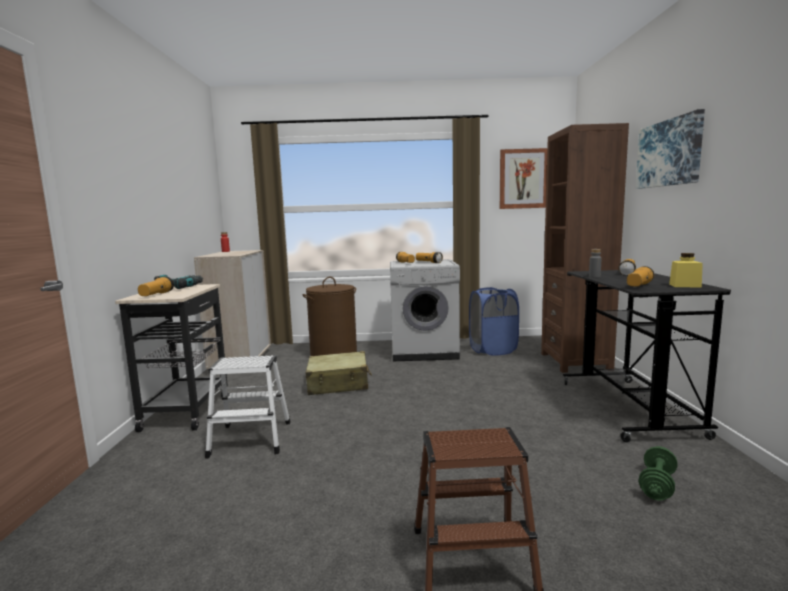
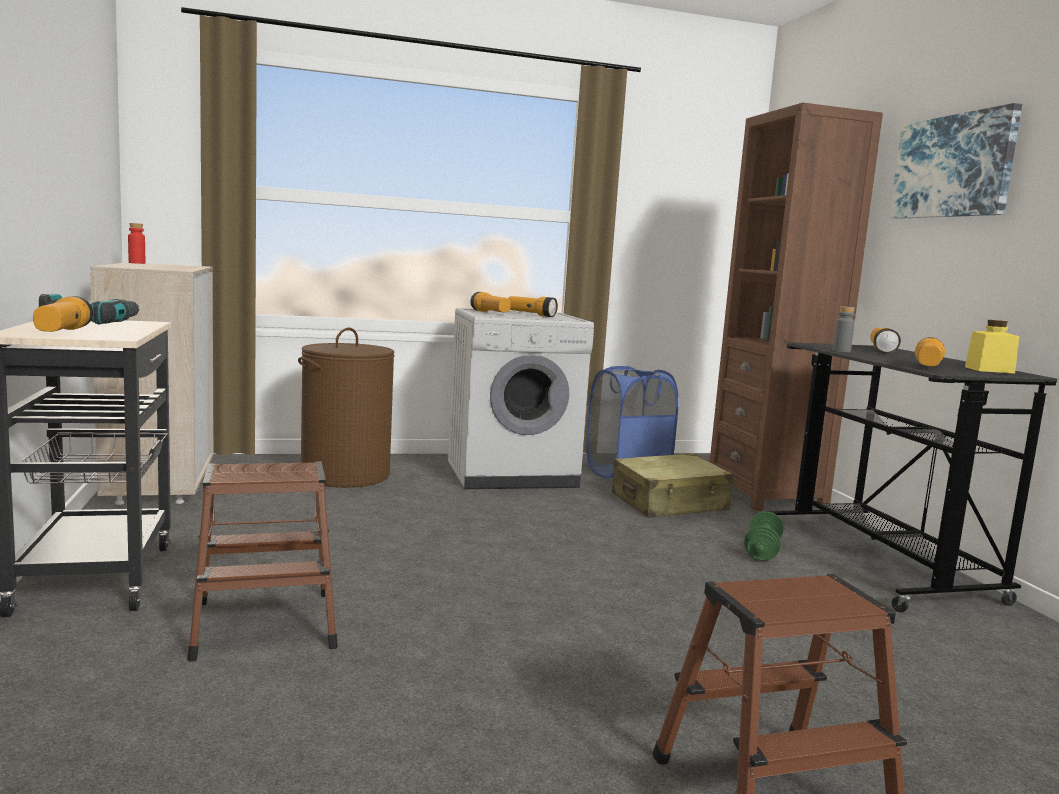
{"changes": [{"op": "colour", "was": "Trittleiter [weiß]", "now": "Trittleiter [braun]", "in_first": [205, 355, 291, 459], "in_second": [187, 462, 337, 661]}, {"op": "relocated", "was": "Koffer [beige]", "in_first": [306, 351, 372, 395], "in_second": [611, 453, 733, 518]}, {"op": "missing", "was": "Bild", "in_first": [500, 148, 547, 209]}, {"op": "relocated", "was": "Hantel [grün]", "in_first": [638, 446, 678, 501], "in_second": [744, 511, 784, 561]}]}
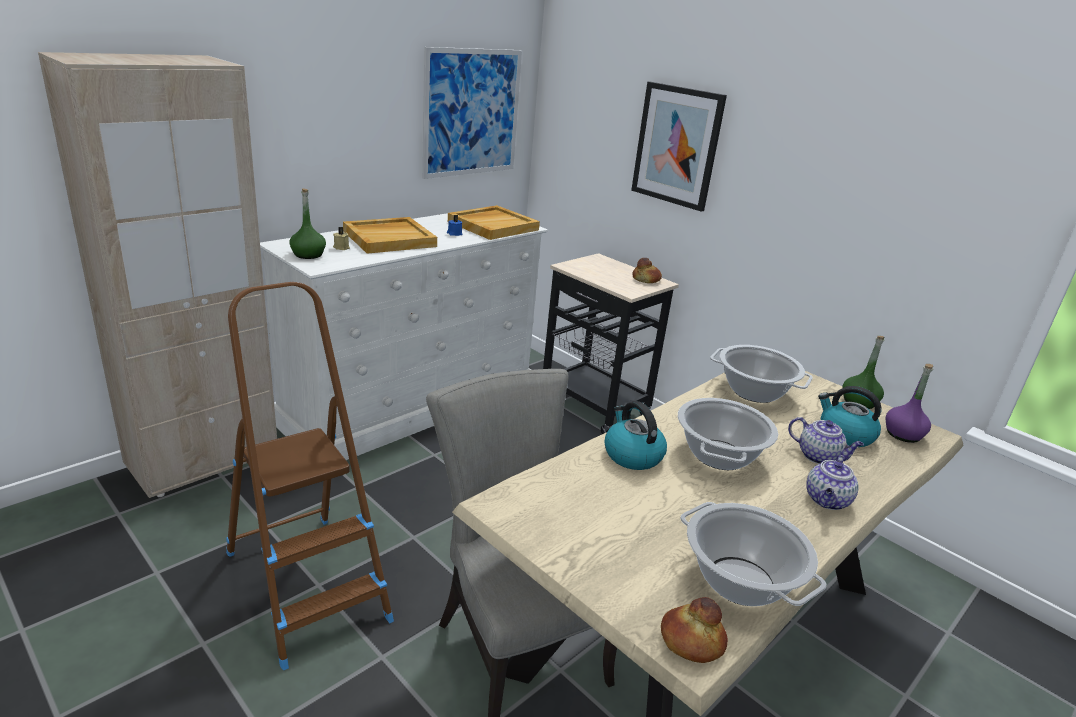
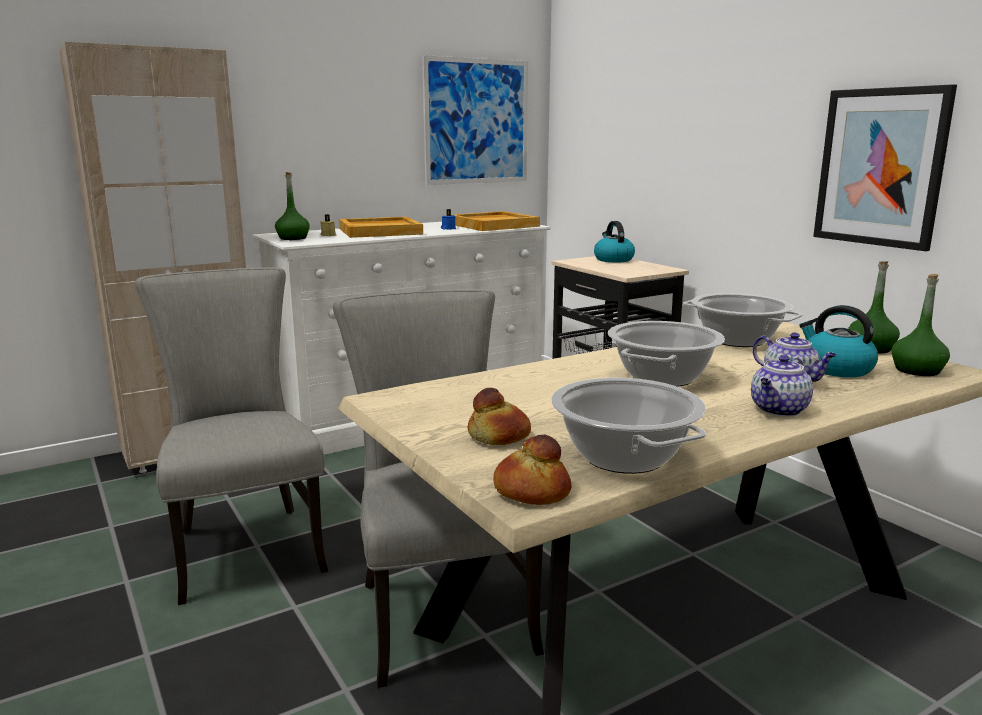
{"changes": [{"op": "exchanged", "was": "Trittleiter [braun]", "now": "Stuhl [grau]", "in_first": [226, 282, 394, 670], "in_second": [135, 267, 328, 605]}, {"op": "relocated", "was": "Wasserkessel", "in_first": [604, 401, 667, 470], "in_second": [594, 221, 635, 263]}, {"op": "relocated", "was": "Bild", "in_first": [631, 82, 727, 212], "in_second": [813, 84, 957, 251]}, {"op": "relocated", "was": "Brot", "in_first": [632, 258, 662, 283], "in_second": [468, 388, 531, 445]}, {"op": "colour", "was": "Flasche [lila]", "now": "Flasche [grün]", "in_first": [886, 364, 933, 443], "in_second": [892, 274, 950, 376]}]}
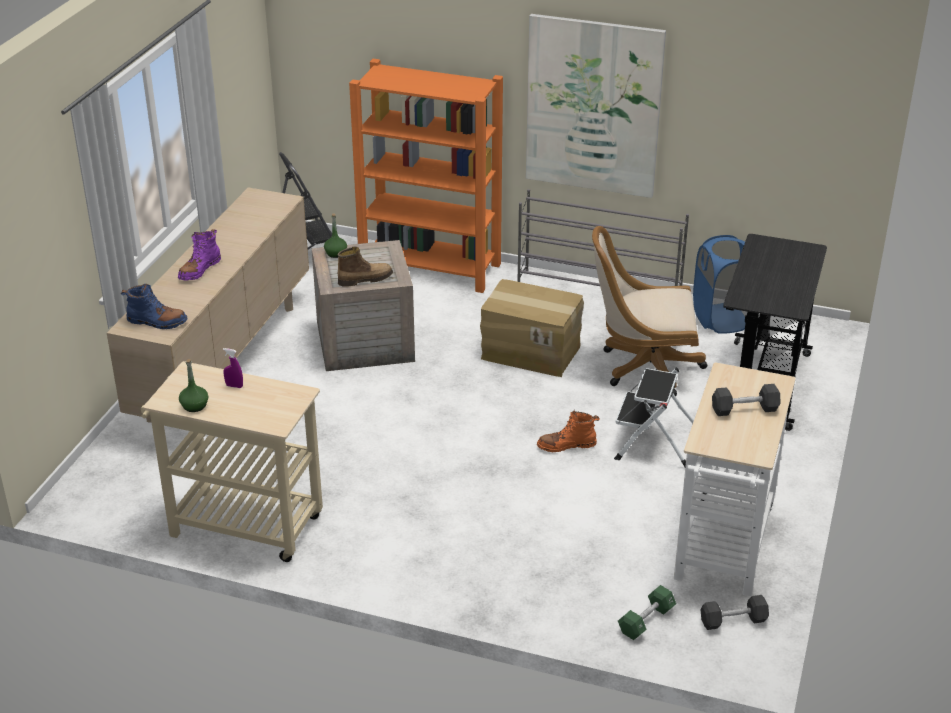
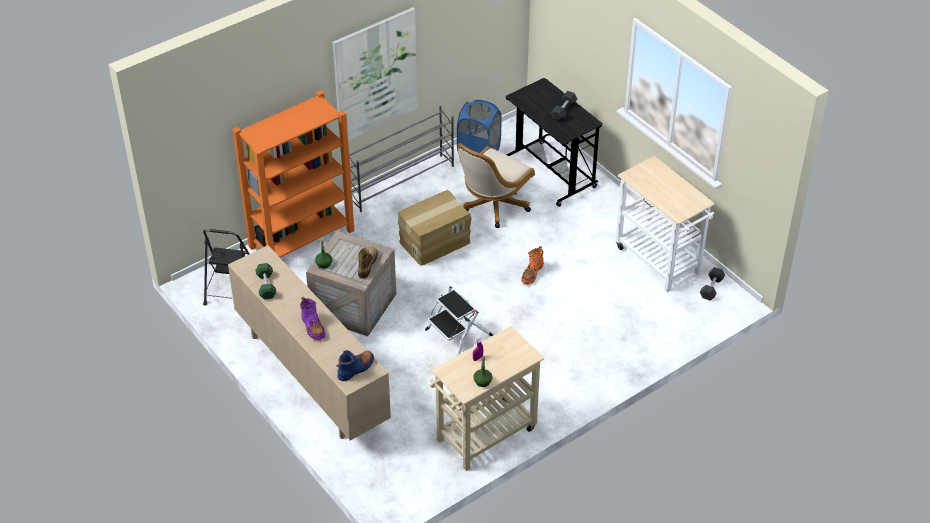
{"changes": [{"op": "relocated", "was": "Trittleiter", "in_first": [614, 368, 694, 467], "in_second": [425, 286, 493, 355]}, {"op": "relocated", "was": "Hantel [grün]", "in_first": [618, 585, 676, 640], "in_second": [255, 263, 276, 300]}, {"op": "relocated", "was": "Hantel [schwarz]", "in_first": [712, 384, 781, 416], "in_second": [551, 91, 577, 121]}]}
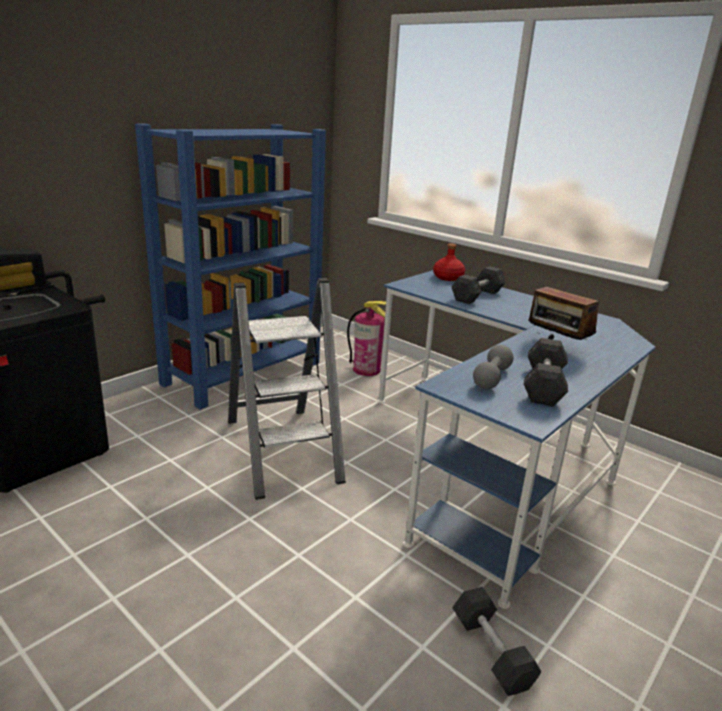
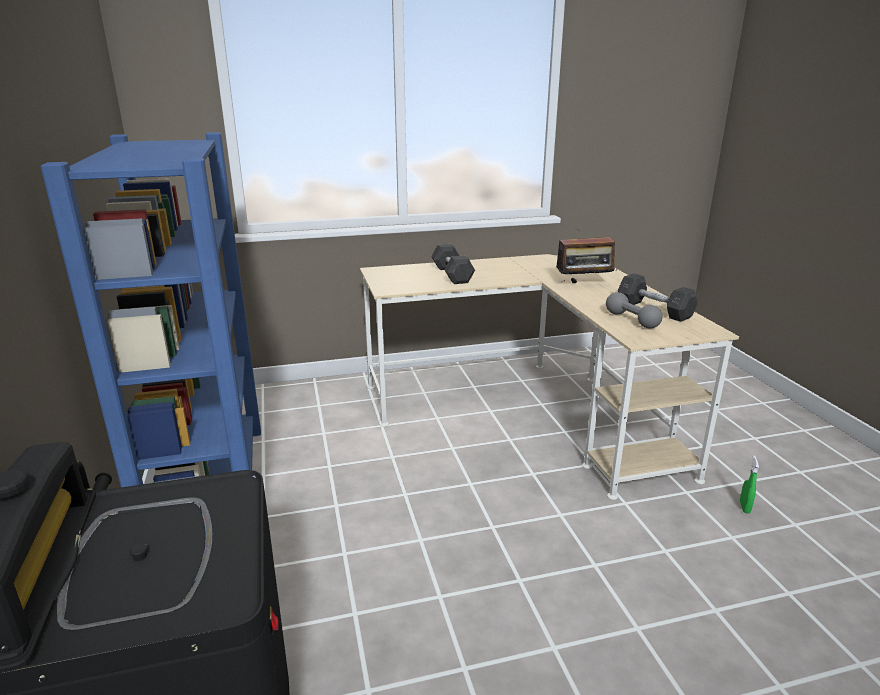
{"changes": [{"op": "missing", "was": "Trittleiter [grau]", "in_first": [228, 278, 346, 500]}, {"op": "missing", "was": "Feuerlöscher", "in_first": [347, 301, 386, 376]}, {"op": "colour", "was": "Schreibtisch [blau]", "now": "Schreibtisch [beige]", "in_first": [378, 270, 655, 609], "in_second": [360, 254, 739, 500]}, {"op": "missing", "was": "Flasche [rot]", "in_first": [433, 243, 465, 281]}, {"op": "exchanged", "was": "Hantel [grau]", "now": "Sprühflasche [grün]", "in_first": [452, 587, 541, 696], "in_second": [740, 455, 759, 514]}]}
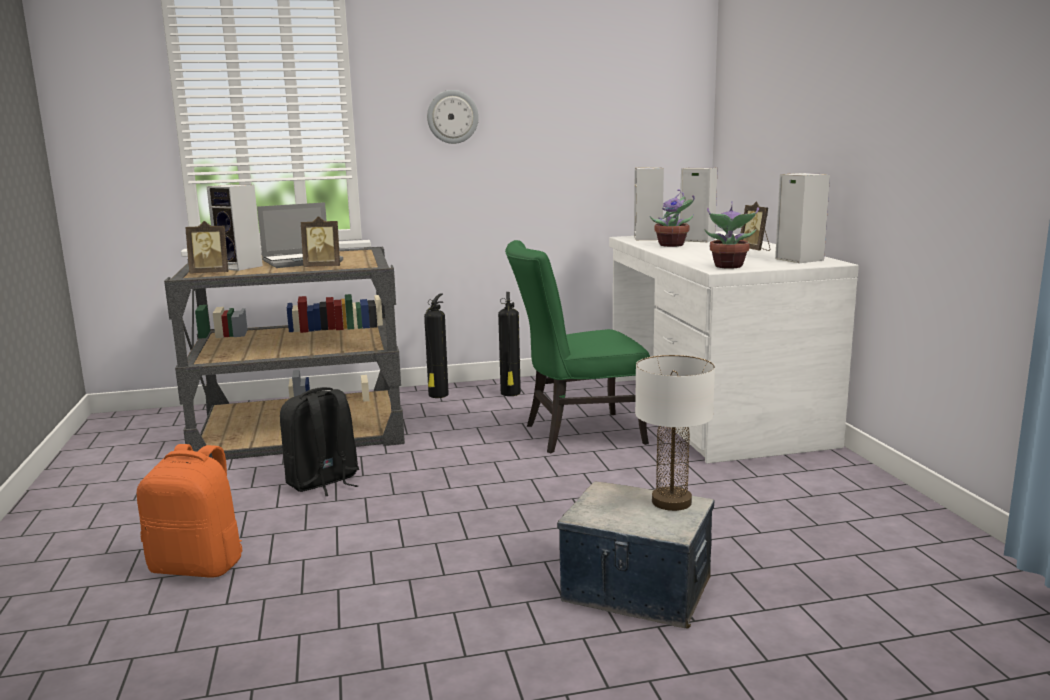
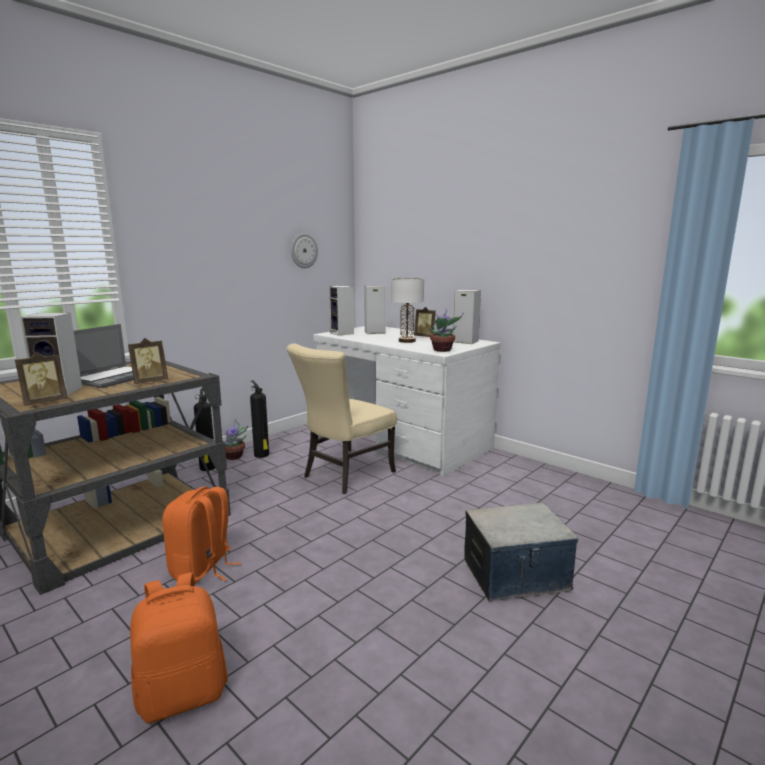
{"changes": [{"op": "colour", "was": "Rucksack [schwarz]", "now": "Rucksack [orange]", "in_first": [280, 387, 359, 497], "in_second": [162, 487, 242, 583]}, {"op": "relocated", "was": "Wanduhr", "in_first": [427, 90, 479, 144], "in_second": [291, 233, 318, 268]}, {"op": "colour", "was": "Stuhl [grün]", "now": "Stuhl [beige]", "in_first": [505, 240, 650, 453], "in_second": [286, 344, 397, 494]}, {"op": "relocated", "was": "Tischlampe", "in_first": [635, 355, 715, 511], "in_second": [391, 278, 424, 343]}, {"op": "relocated", "was": "Topfpflanze", "in_first": [650, 189, 695, 247], "in_second": [224, 419, 248, 460]}]}
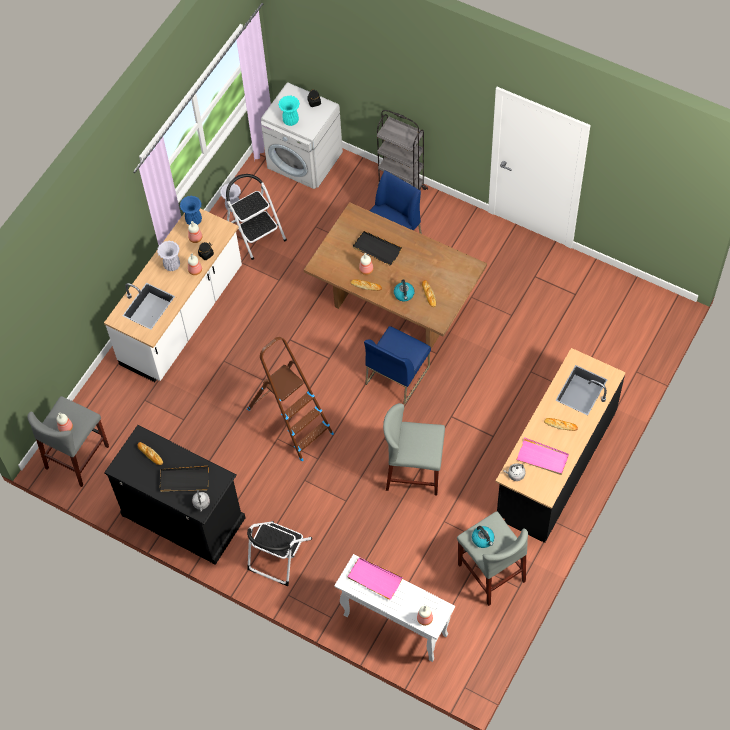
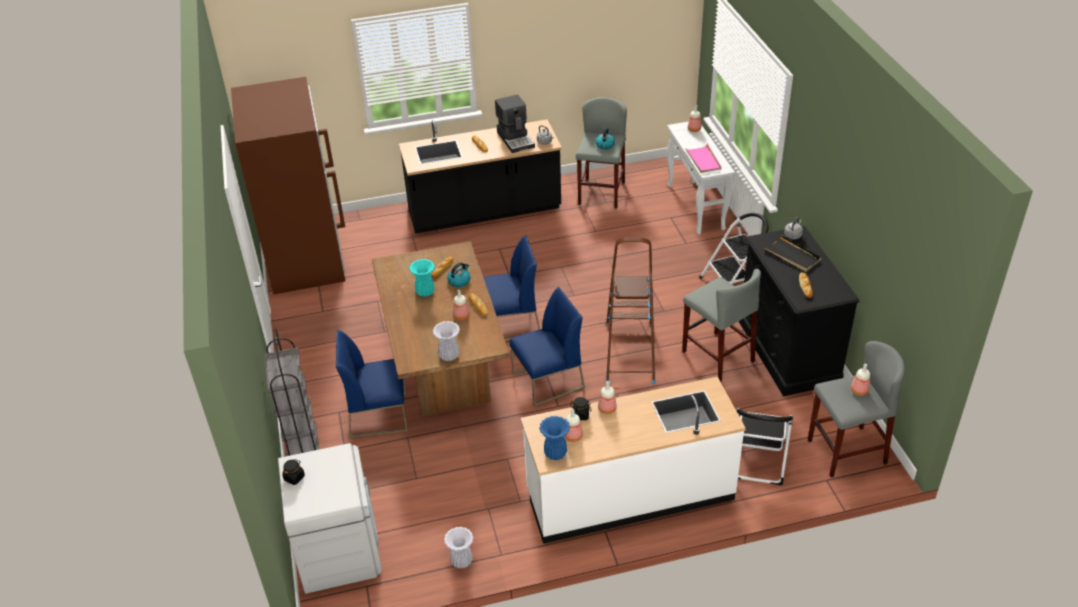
{"changes": [{"op": "relocated", "was": "Vase [weiß]", "in_first": [157, 241, 180, 271], "in_second": [433, 321, 460, 361]}, {"op": "relocated", "was": "Trittleiter", "in_first": [226, 174, 287, 260], "in_second": [736, 408, 793, 485]}, {"op": "relocated", "was": "Vase [türkis]", "in_first": [278, 95, 300, 126], "in_second": [409, 259, 435, 297]}, {"op": "missing", "was": "Tablett [schwarz]", "in_first": [353, 231, 402, 266]}, {"op": "relocated", "was": "Hocker [grau]", "in_first": [383, 403, 445, 495], "in_second": [682, 269, 761, 382]}, {"op": "exchanged", "was": "Tablett [rosa]", "now": "Kaffeemaschine", "in_first": [516, 437, 569, 475], "in_second": [495, 94, 535, 153]}, {"op": "appeared", "now": "Kühlschrank [braun]", "in_second": [231, 77, 346, 295]}, {"op": "appeared", "now": "Stuhl [blau]", "in_second": [510, 287, 585, 407]}]}
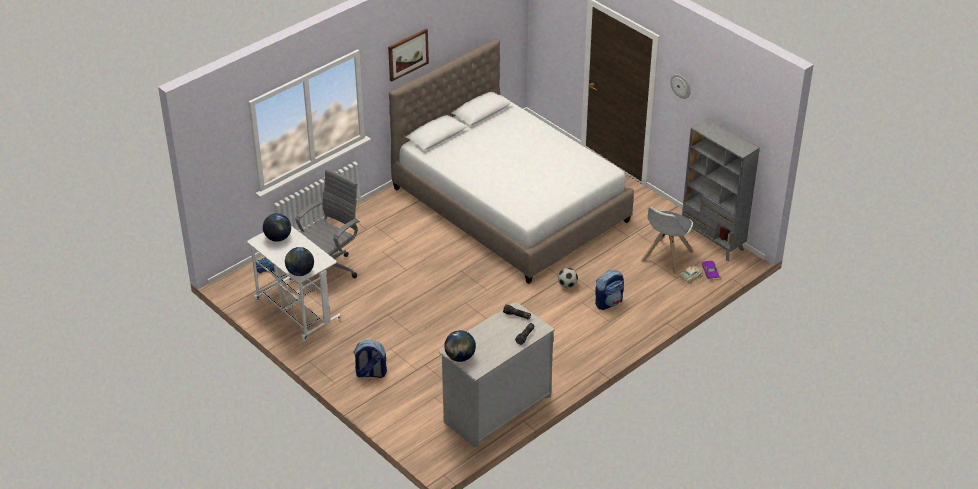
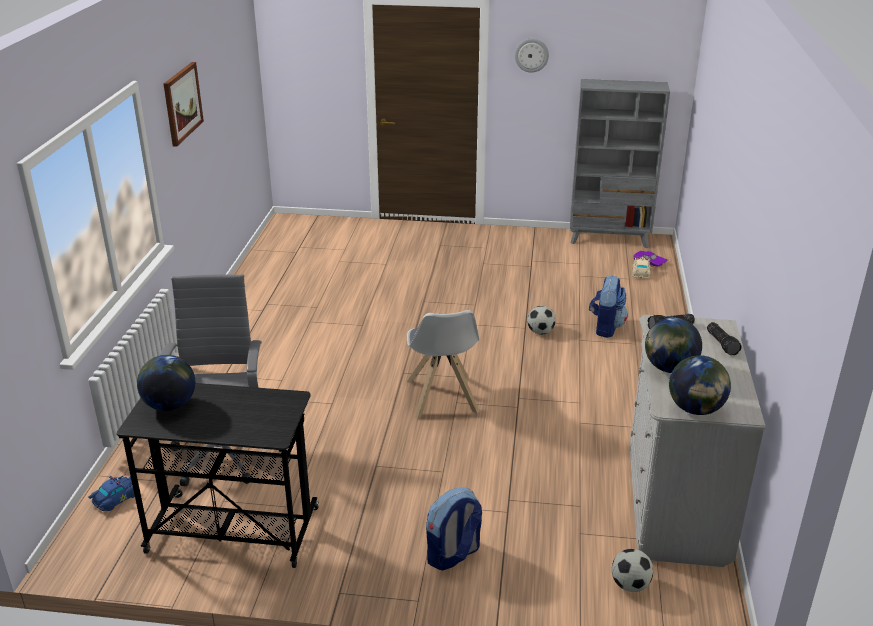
{"changes": [{"op": "colour", "was": "Schreibtisch [weiß]", "now": "Schreibtisch [schwarz]", "in_first": [247, 226, 341, 341], "in_second": [116, 383, 319, 568]}, {"op": "relocated", "was": "Globus", "in_first": [285, 247, 314, 276], "in_second": [645, 318, 702, 373]}, {"op": "missing", "was": "Bett [weiß]", "in_first": [389, 38, 634, 284]}, {"op": "relocated", "was": "Stuhl", "in_first": [641, 207, 694, 274], "in_second": [407, 310, 479, 419]}, {"op": "appeared", "now": "Fußball", "in_second": [612, 549, 653, 592]}]}
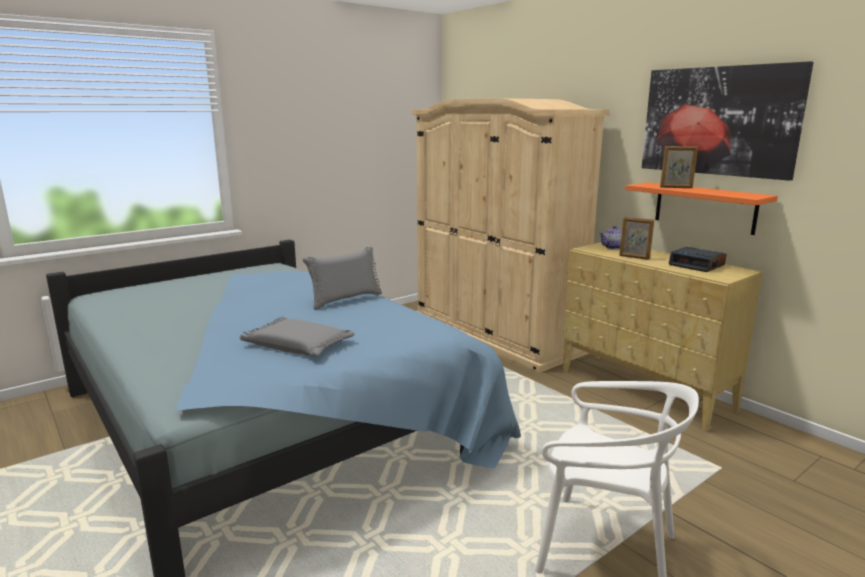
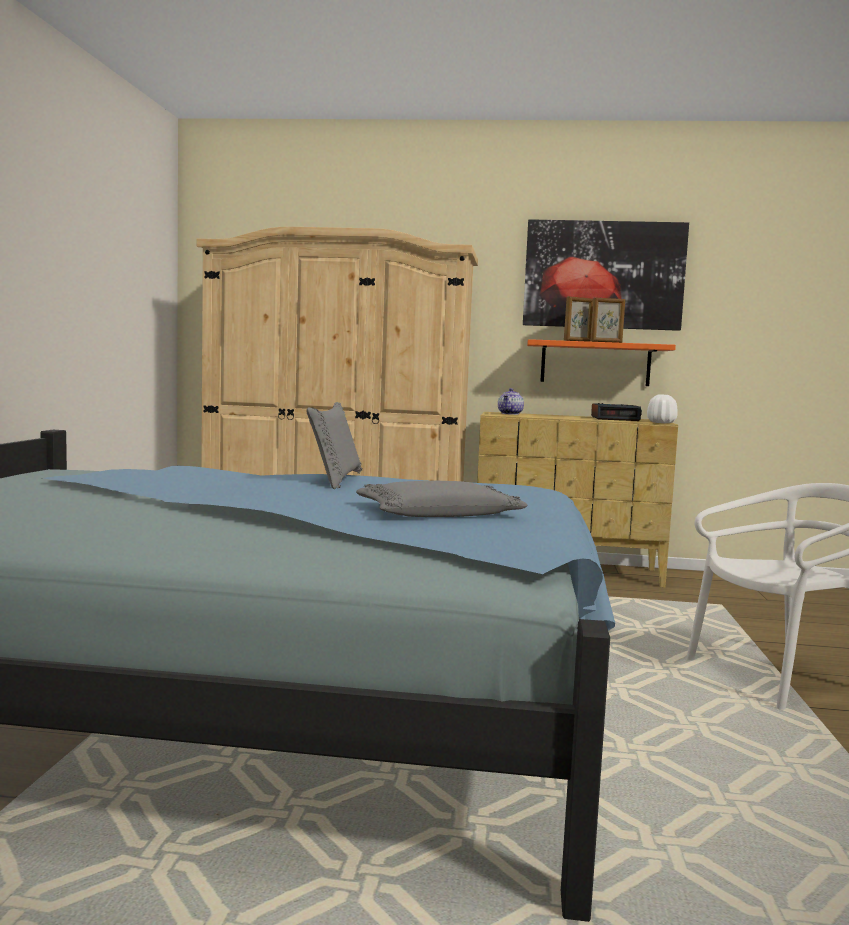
{"changes": [{"op": "relocated", "was": "Bilderrahmen", "in_first": [619, 217, 654, 260], "in_second": [590, 297, 625, 343]}, {"op": "appeared", "now": "Vase [weiß]", "in_second": [647, 394, 678, 423]}]}
